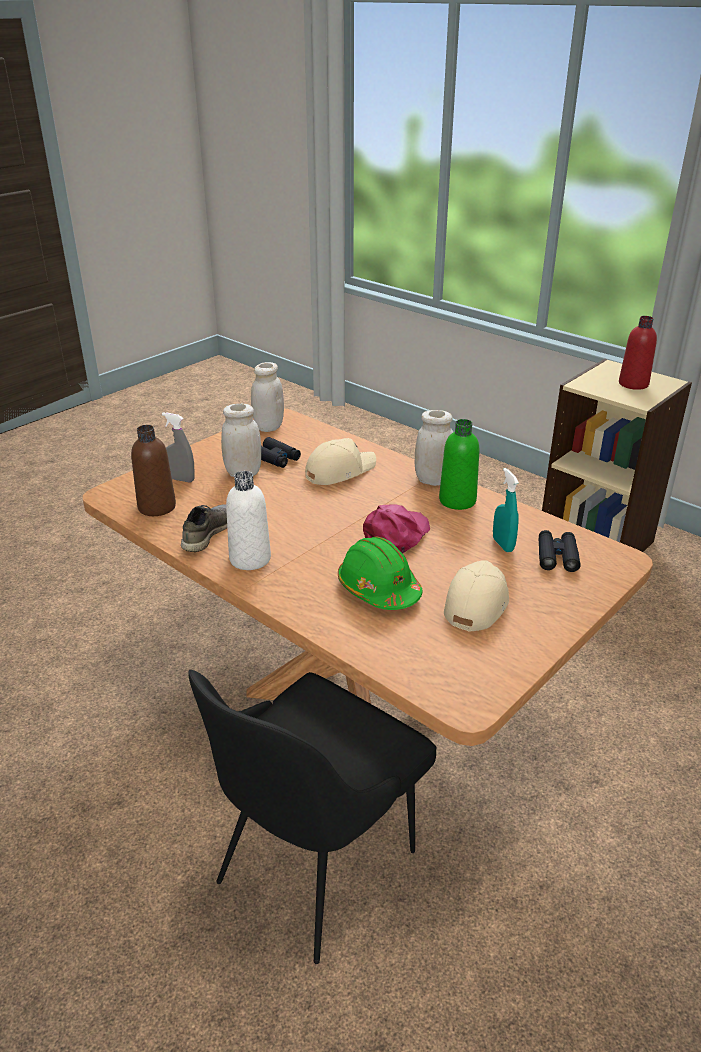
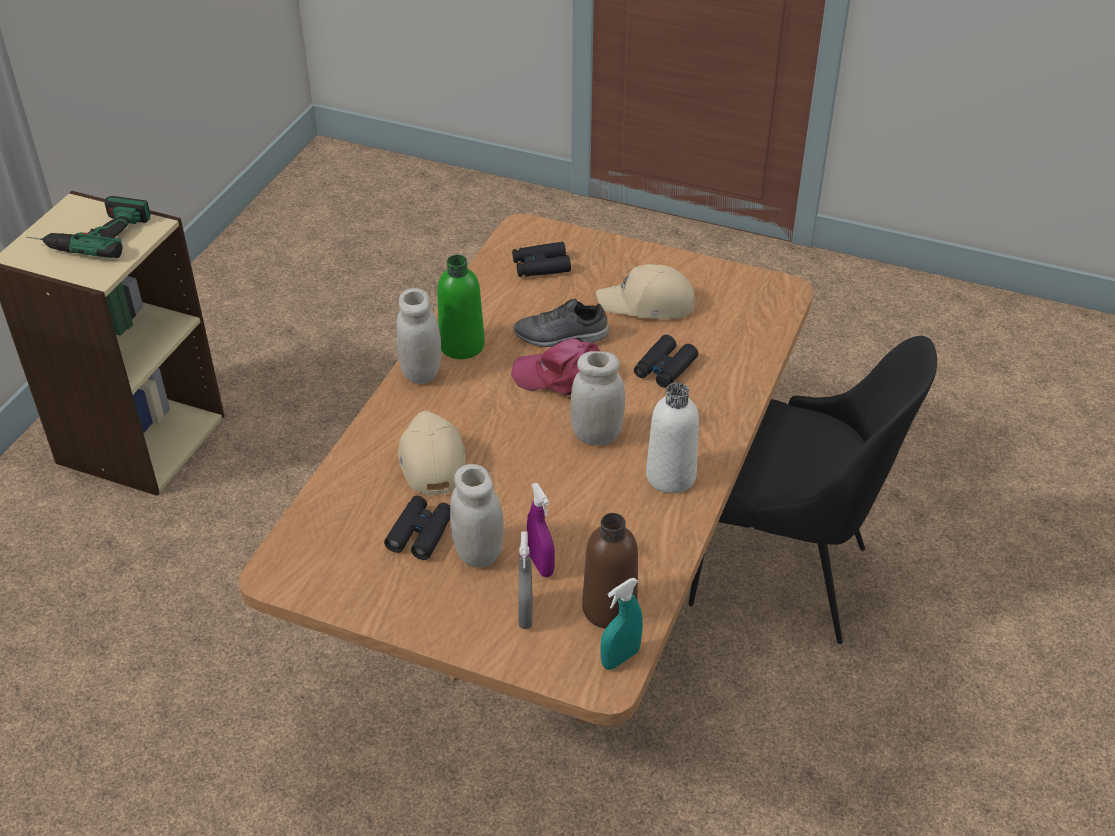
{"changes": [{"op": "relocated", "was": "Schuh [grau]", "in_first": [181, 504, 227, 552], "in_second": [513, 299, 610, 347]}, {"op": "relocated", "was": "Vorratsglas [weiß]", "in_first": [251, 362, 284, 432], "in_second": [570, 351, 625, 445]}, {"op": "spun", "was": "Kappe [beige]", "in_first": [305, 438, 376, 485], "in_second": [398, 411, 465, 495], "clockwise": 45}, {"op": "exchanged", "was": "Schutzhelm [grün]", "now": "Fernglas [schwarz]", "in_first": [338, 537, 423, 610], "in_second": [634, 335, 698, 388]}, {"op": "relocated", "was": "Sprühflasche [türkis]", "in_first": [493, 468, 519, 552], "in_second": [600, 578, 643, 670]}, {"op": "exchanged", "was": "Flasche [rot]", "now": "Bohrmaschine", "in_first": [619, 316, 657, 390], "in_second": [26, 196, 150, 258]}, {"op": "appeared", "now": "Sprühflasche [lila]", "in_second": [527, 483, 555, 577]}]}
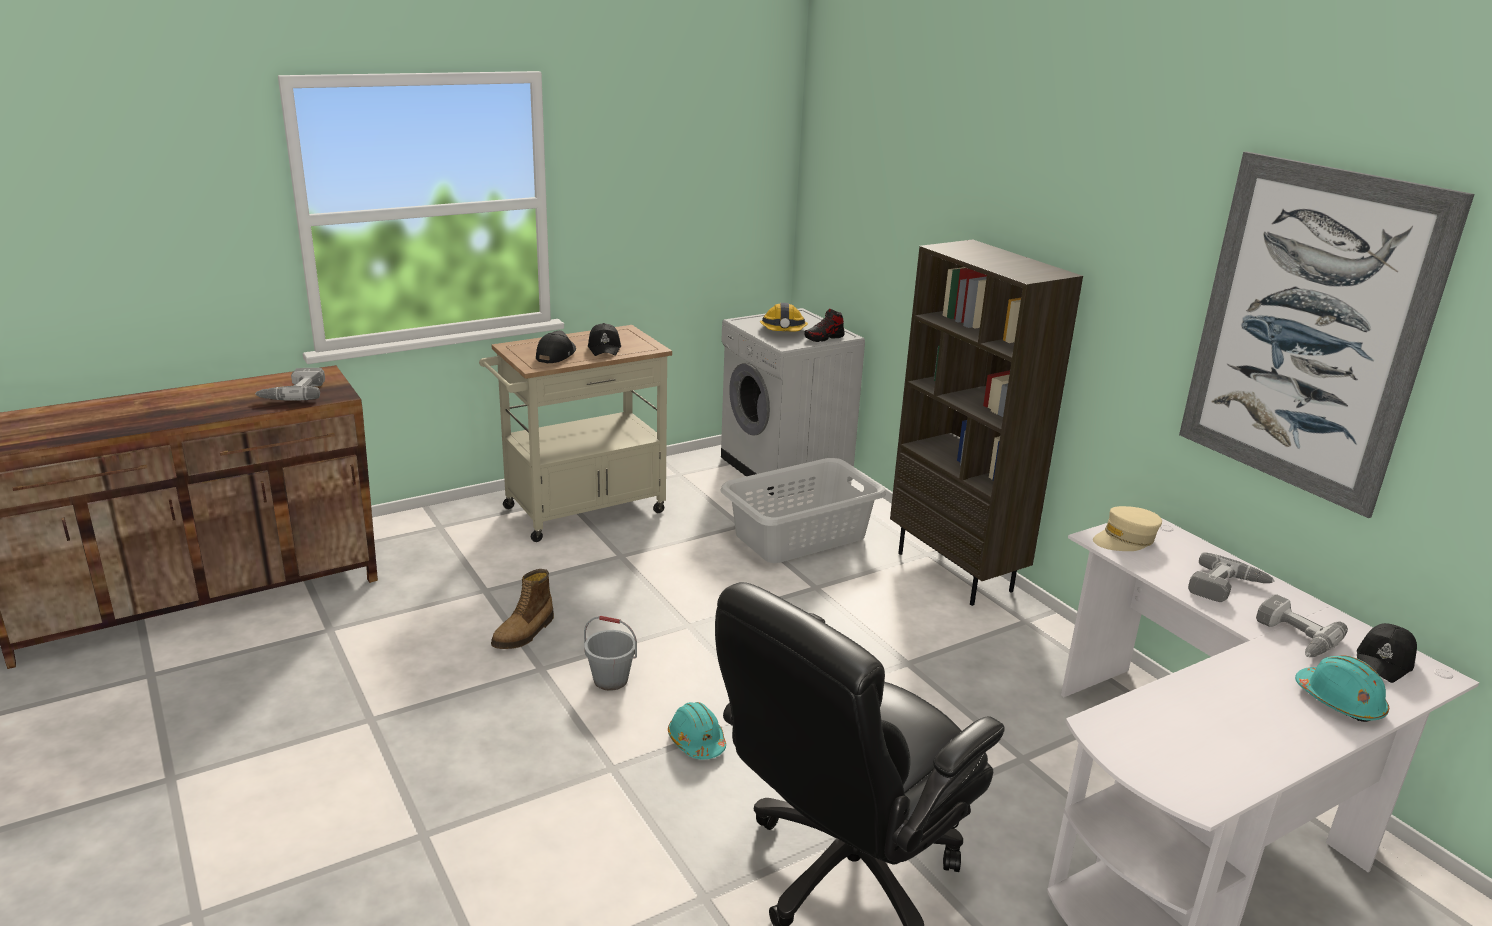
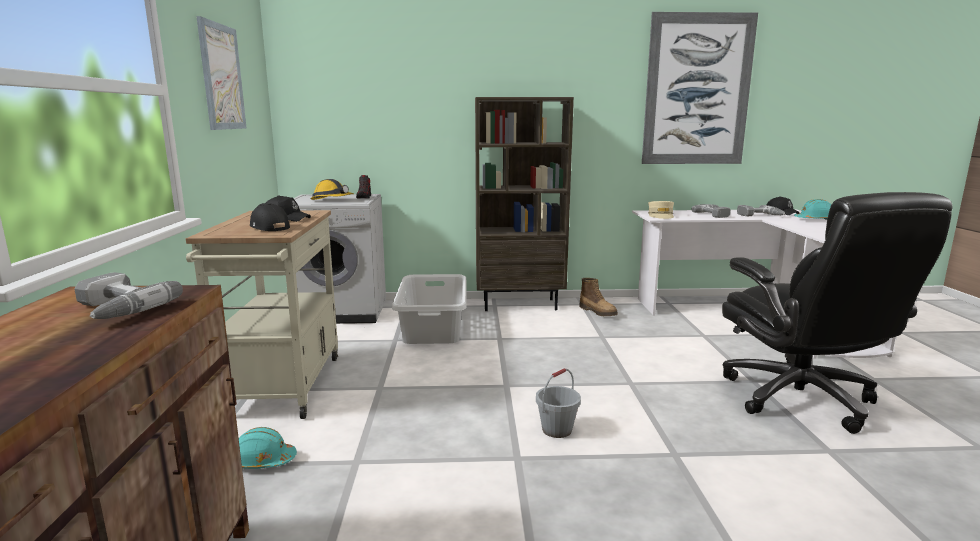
{"changes": [{"op": "relocated", "was": "Stiefel", "in_first": [491, 569, 554, 649], "in_second": [579, 278, 618, 316]}, {"op": "relocated", "was": "Schutzhelm [türkis]", "in_first": [668, 702, 726, 759], "in_second": [239, 427, 297, 469]}, {"op": "appeared", "now": "Bild", "in_second": [196, 16, 246, 130]}]}
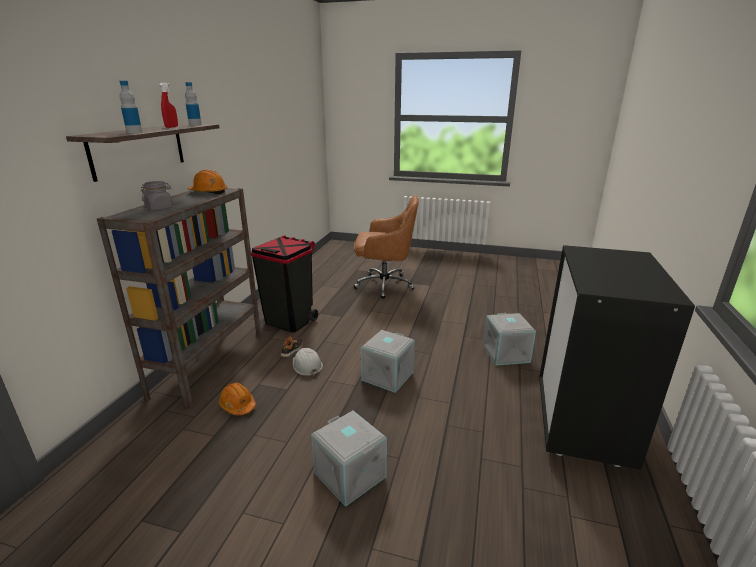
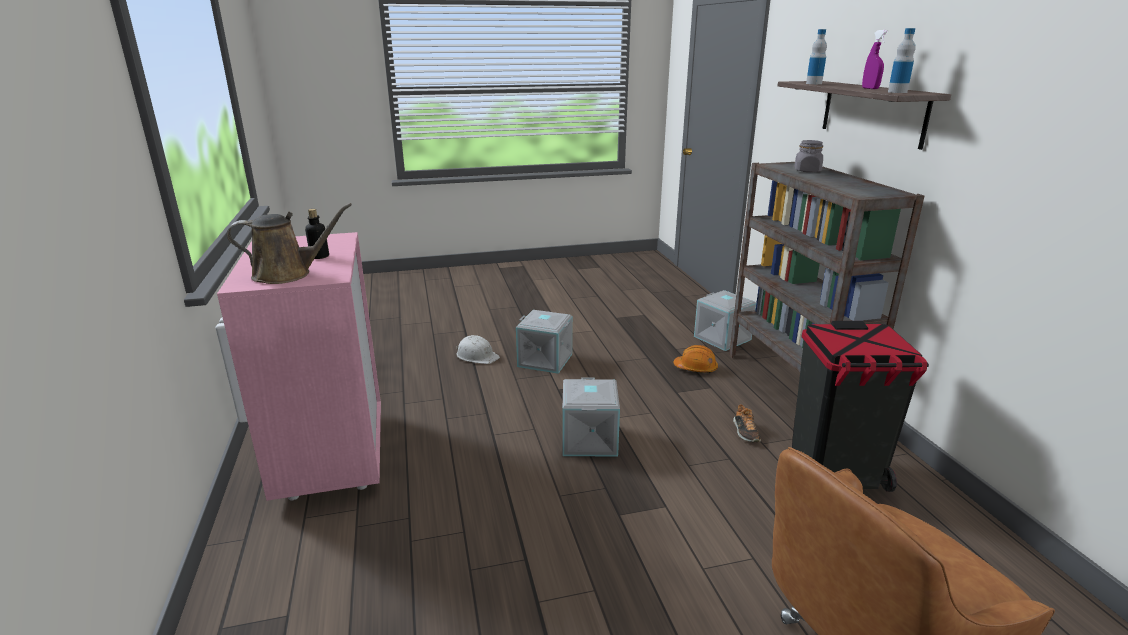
{"changes": [{"op": "colour", "was": "Sprühflasche [rot]", "now": "Sprühflasche [lila]", "in_first": [160, 83, 178, 128], "in_second": [862, 30, 888, 89]}, {"op": "missing", "was": "Schutzhelm [orange]", "in_first": [188, 170, 228, 195]}, {"op": "relocated", "was": "Schutzhelm [weiß]", "in_first": [293, 348, 323, 376], "in_second": [456, 335, 500, 364]}, {"op": "relocated", "was": "Aufbewahrungsbox [grau]", "in_first": [483, 313, 536, 365], "in_second": [694, 290, 756, 351]}, {"op": "colour", "was": "Schrank [schwarz]", "now": "Schrank [rosa]", "in_first": [539, 245, 695, 470], "in_second": [217, 232, 381, 501]}, {"op": "appeared", "now": "Gießkanne [braun]", "in_second": [227, 203, 352, 284]}, {"op": "appeared", "now": "Flasche", "in_second": [305, 209, 329, 259]}]}
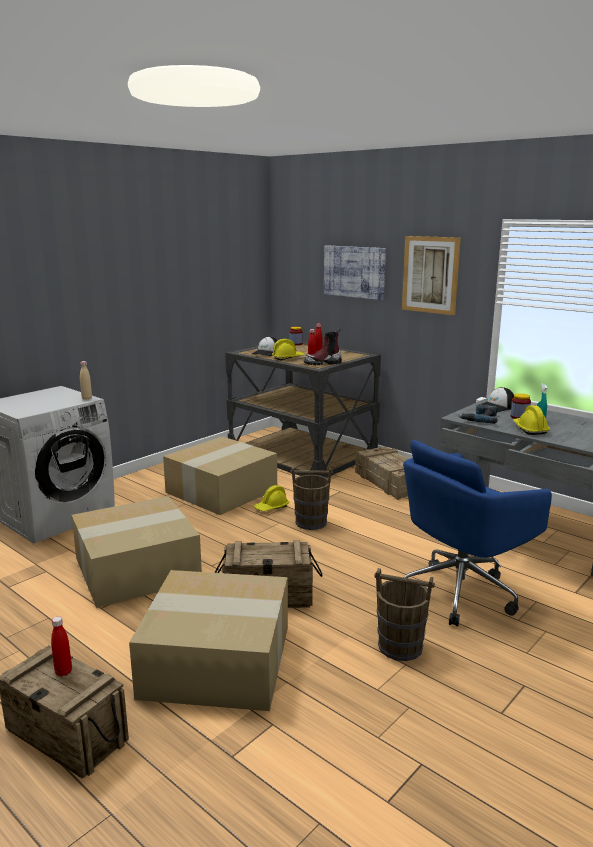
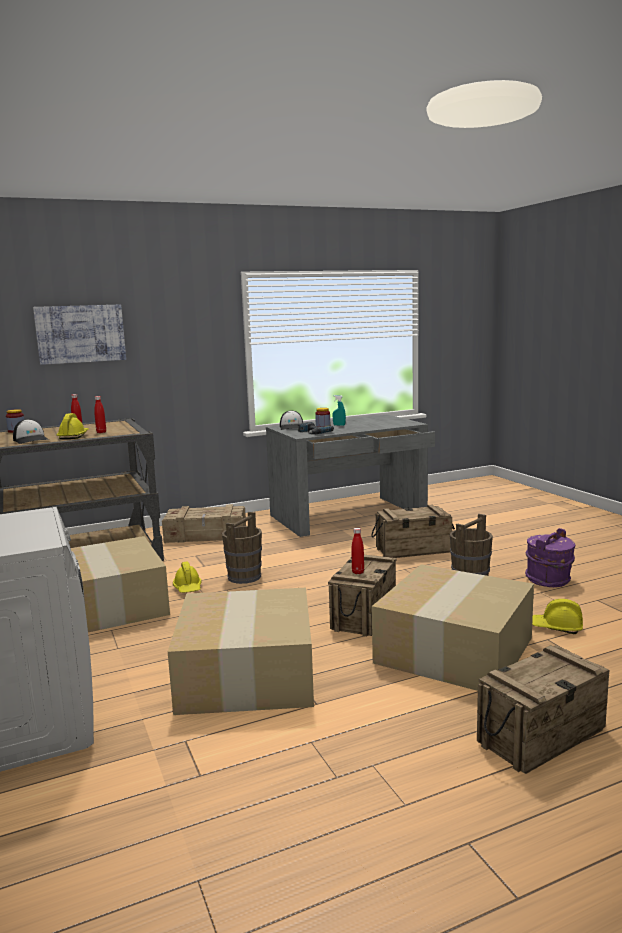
{"changes": [{"op": "relocated", "was": "Flasche [rot]", "in_first": [51, 616, 72, 677], "in_second": [351, 528, 364, 574]}, {"op": "missing", "was": "Flasche [beige]", "in_first": [80, 361, 92, 400]}, {"op": "missing", "was": "Stiefel", "in_first": [304, 328, 342, 365]}, {"op": "missing", "was": "Bild", "in_first": [402, 236, 461, 315]}, {"op": "exchanged", "was": "Bürostuhl [blau]", "now": "Kiste", "in_first": [403, 440, 552, 626], "in_second": [371, 505, 455, 558]}, {"op": "relocated", "was": "Schutzhelm [gelb]", "in_first": [513, 405, 550, 435], "in_second": [532, 599, 583, 634]}, {"op": "appeared", "now": "Eimer [lila]", "in_second": [525, 528, 575, 587]}]}
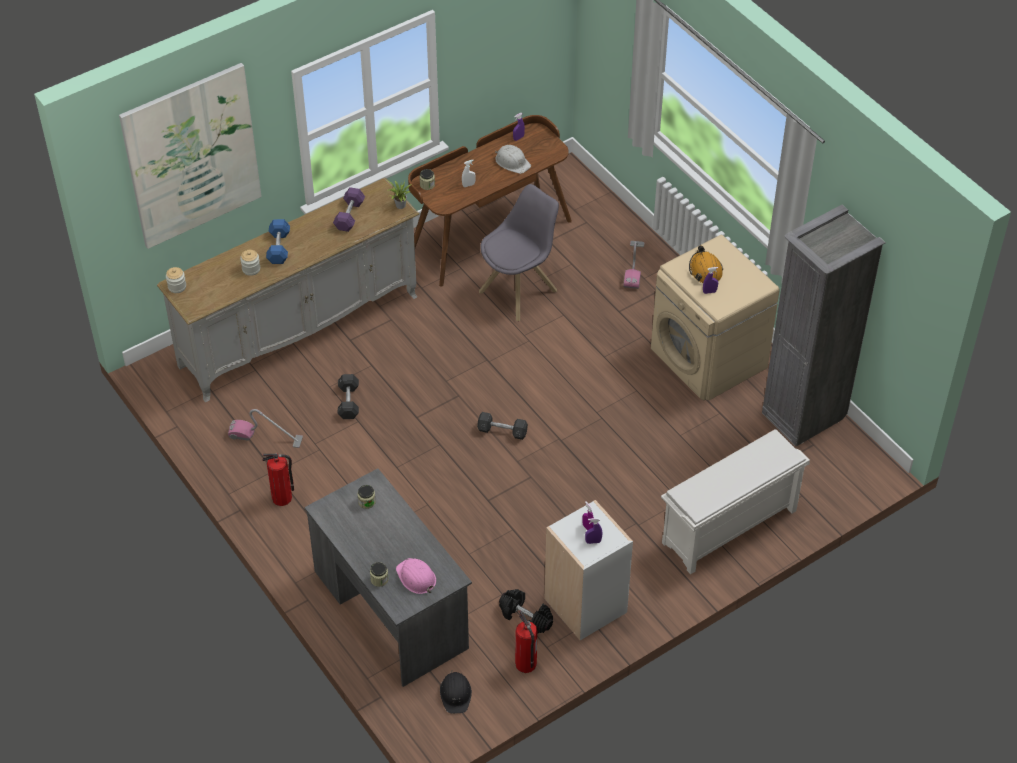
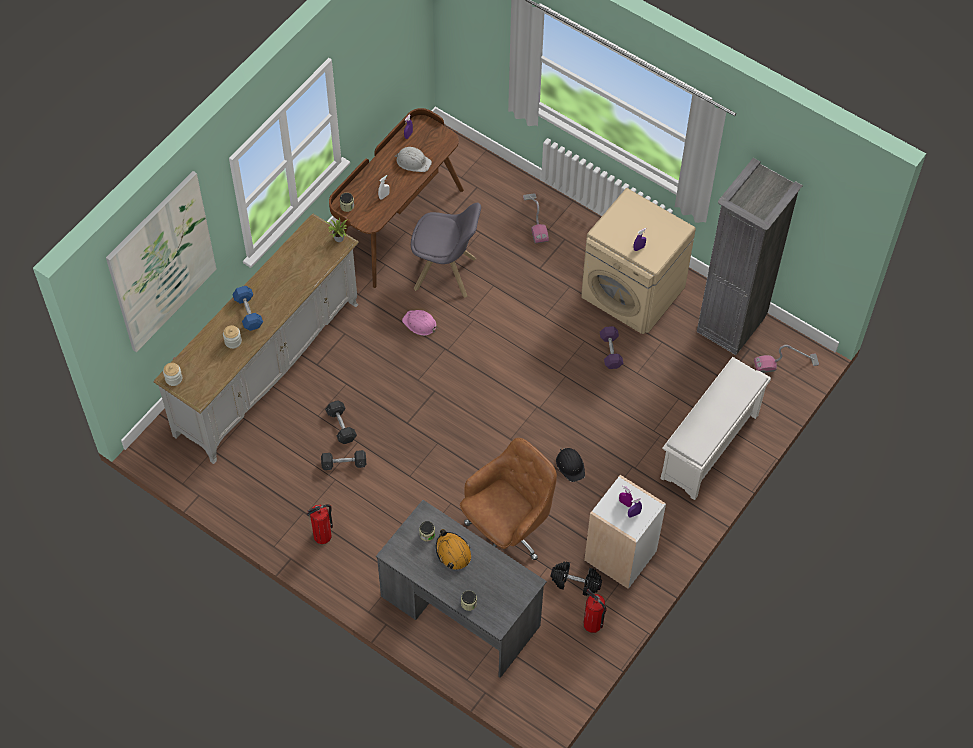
{"changes": [{"op": "relocated", "was": "Staubsauger", "in_first": [228, 409, 303, 448], "in_second": [754, 345, 819, 373]}, {"op": "relocated", "was": "Hantel [lila]", "in_first": [333, 187, 365, 232], "in_second": [600, 326, 624, 369]}, {"op": "relocated", "was": "Schutzhelm [rosa]", "in_first": [396, 558, 436, 594], "in_second": [402, 310, 436, 336]}, {"op": "relocated", "was": "Schutzhelm [schwarz]", "in_first": [440, 670, 472, 713], "in_second": [556, 448, 585, 482]}, {"op": "relocated", "was": "Hantel [grau]", "in_first": [477, 412, 528, 440], "in_second": [321, 450, 366, 470]}, {"op": "spun", "was": "Stuhl [grau]", "in_first": [479, 184, 559, 321], "in_second": [411, 203, 481, 298], "clockwise": 75}, {"op": "relocated", "was": "Schutzhelm [orange]", "in_first": [689, 245, 723, 283], "in_second": [436, 529, 471, 570]}, {"op": "appeared", "now": "Bürostuhl [braun]", "in_second": [460, 438, 557, 560]}]}
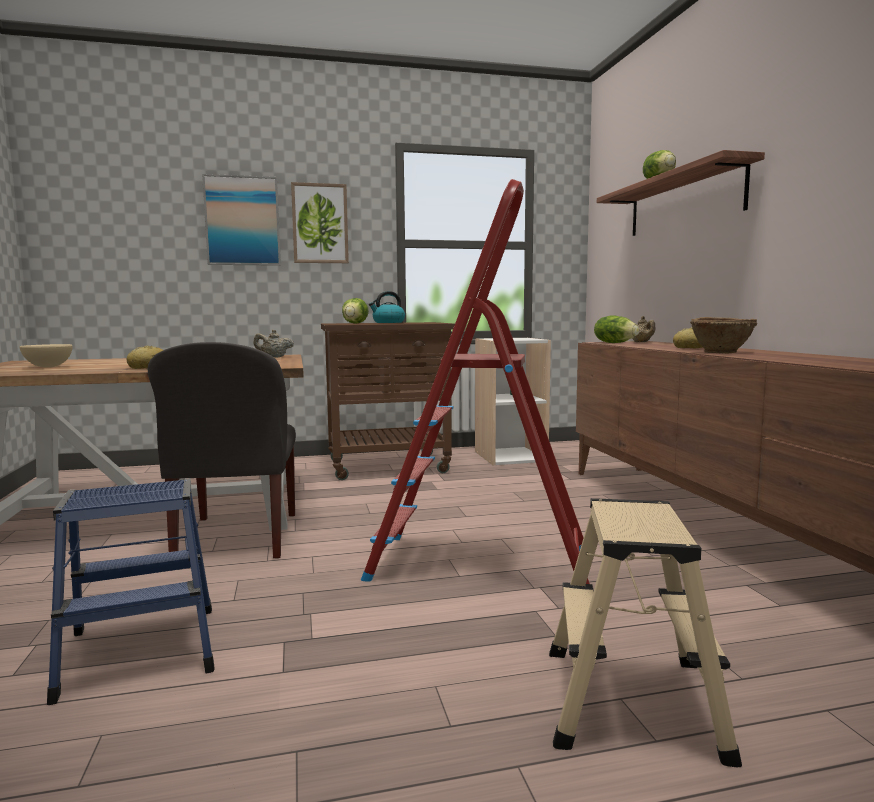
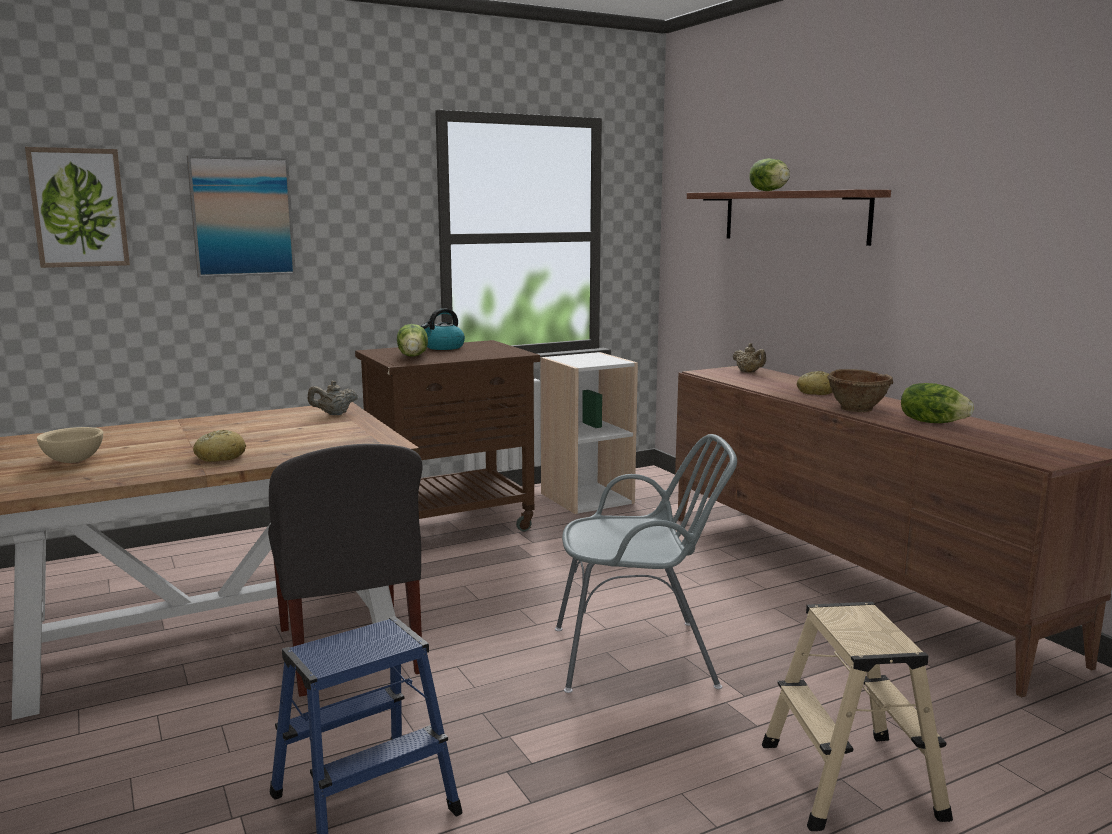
{"changes": [{"op": "relocated", "was": "Bild", "in_first": [291, 182, 349, 263], "in_second": [25, 147, 130, 268]}, {"op": "exchanged", "was": "Trittleiter [rot]", "now": "Stuhl [grau]", "in_first": [361, 179, 590, 584], "in_second": [555, 434, 737, 693]}, {"op": "relocated", "was": "Salatkopf", "in_first": [594, 315, 639, 343], "in_second": [901, 383, 974, 423]}]}
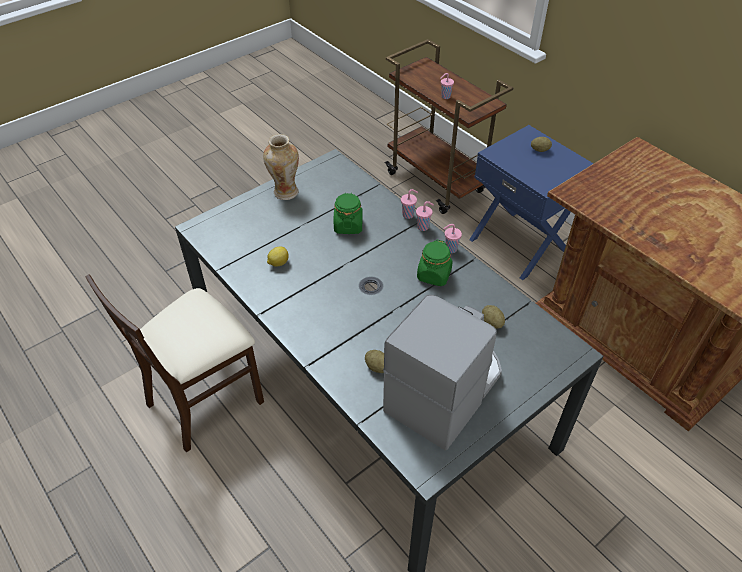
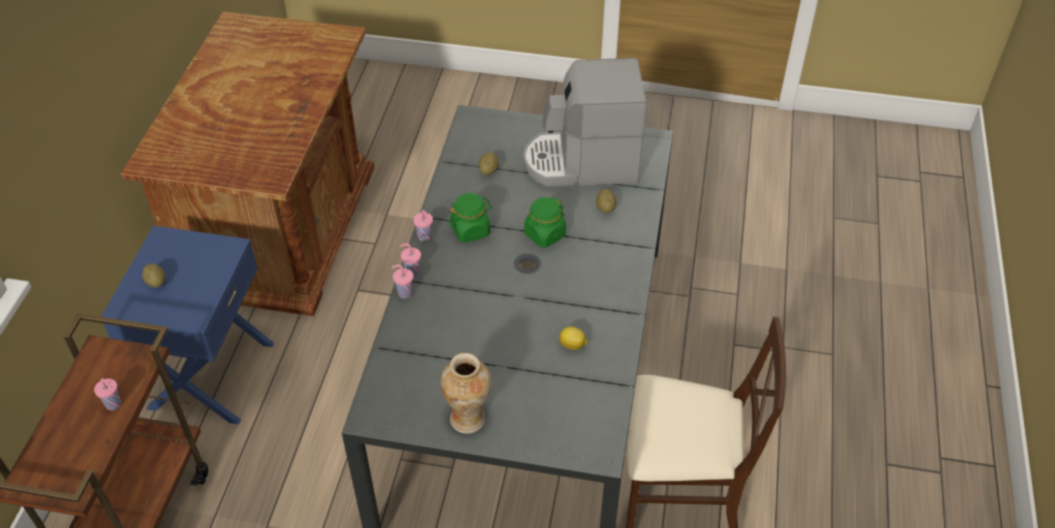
{"changes": [{"op": "relocated", "was": "Vorratsglas [grün]", "in_first": [334, 193, 363, 234], "in_second": [524, 197, 566, 248]}]}
